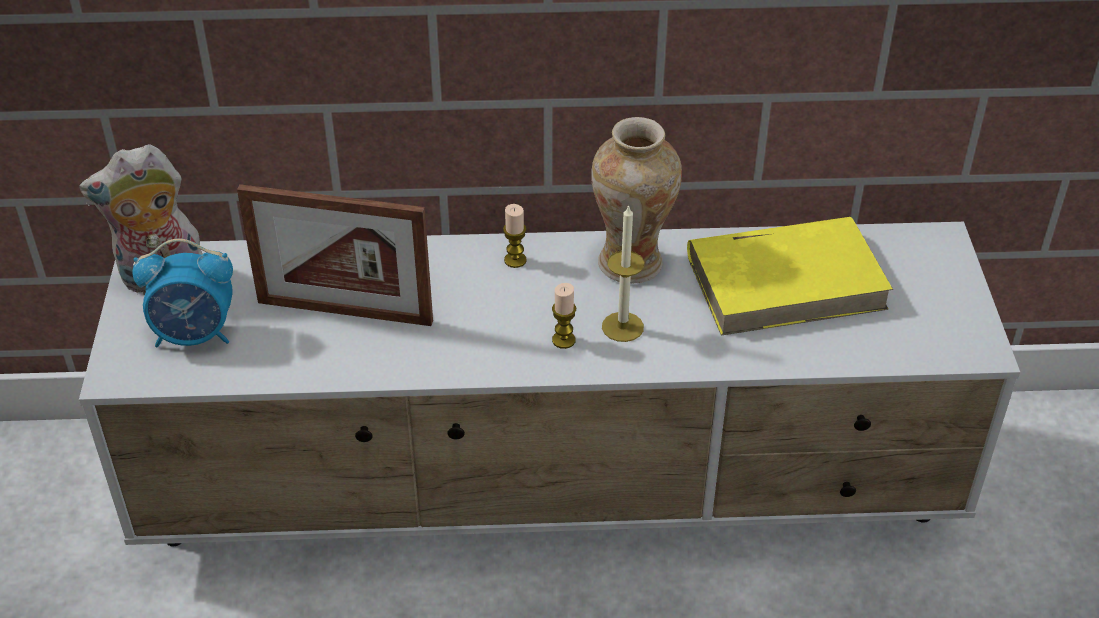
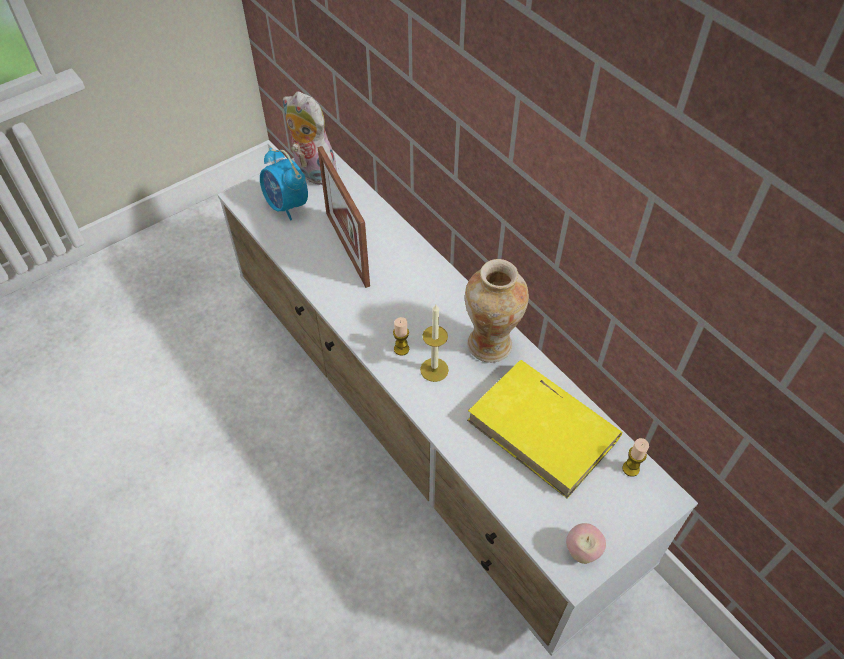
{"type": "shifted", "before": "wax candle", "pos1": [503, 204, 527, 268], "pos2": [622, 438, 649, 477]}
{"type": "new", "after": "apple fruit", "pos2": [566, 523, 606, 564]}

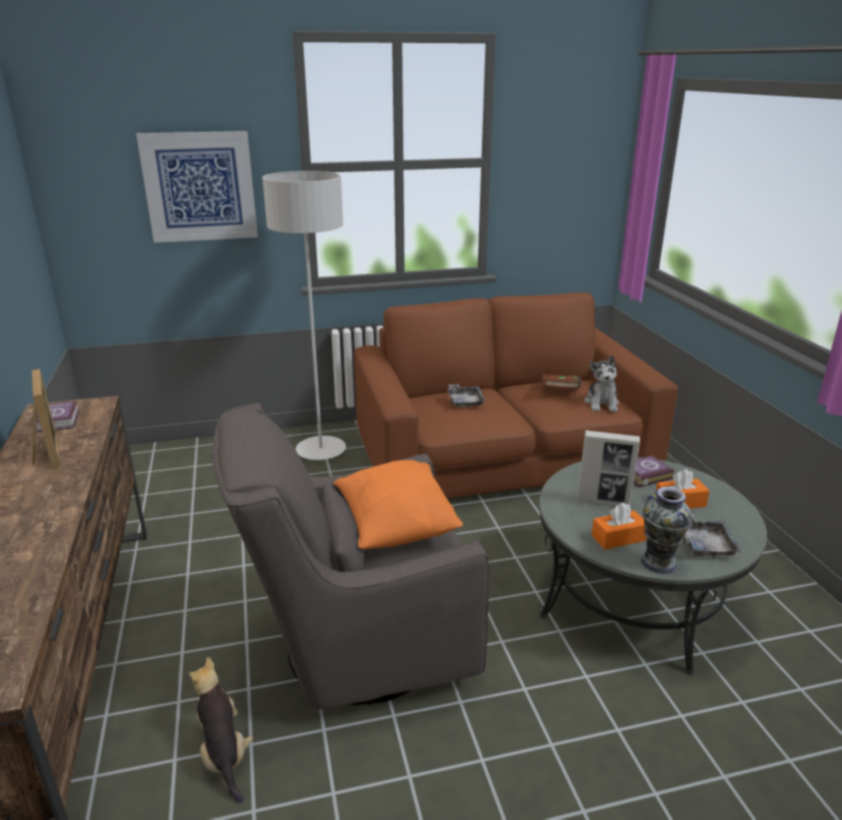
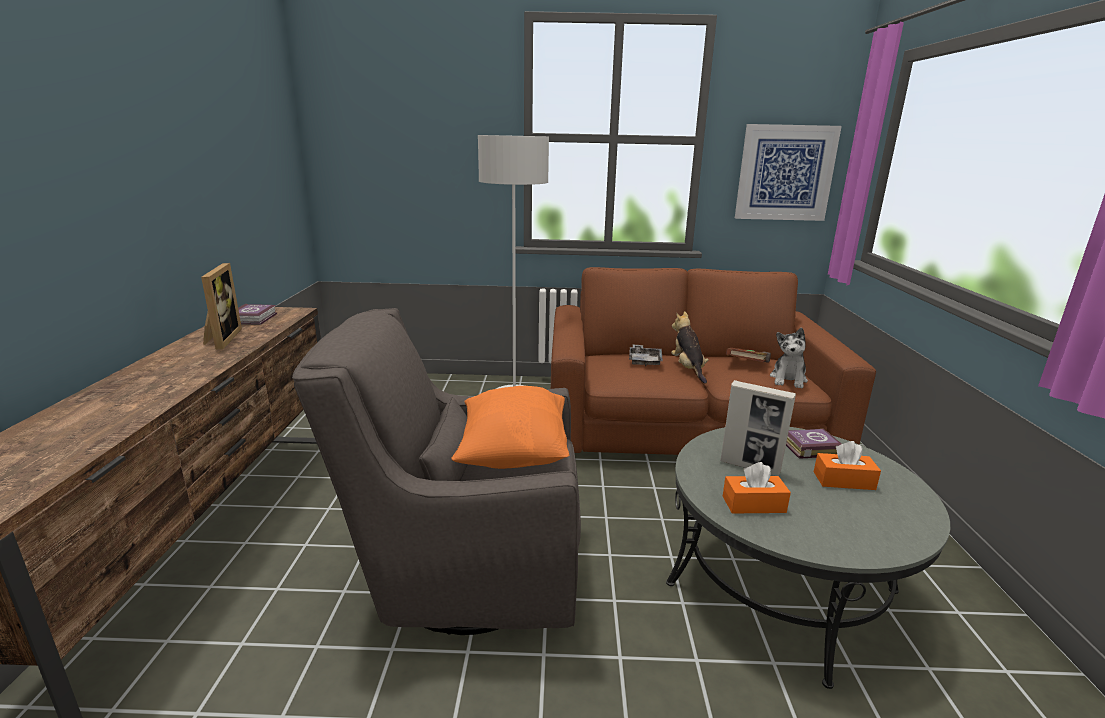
{"type": "shifted", "before": "wall picture", "pos1": [136, 131, 258, 243], "pos2": [735, 124, 842, 221]}
{"type": "shifted", "before": "cuddly toy", "pos1": [189, 657, 253, 803], "pos2": [671, 311, 709, 384]}
{"type": "gone", "before": "decorative vase", "pos1": [641, 487, 692, 574]}
{"type": "gone", "before": "greyish carrying tray", "pos1": [684, 514, 741, 558]}

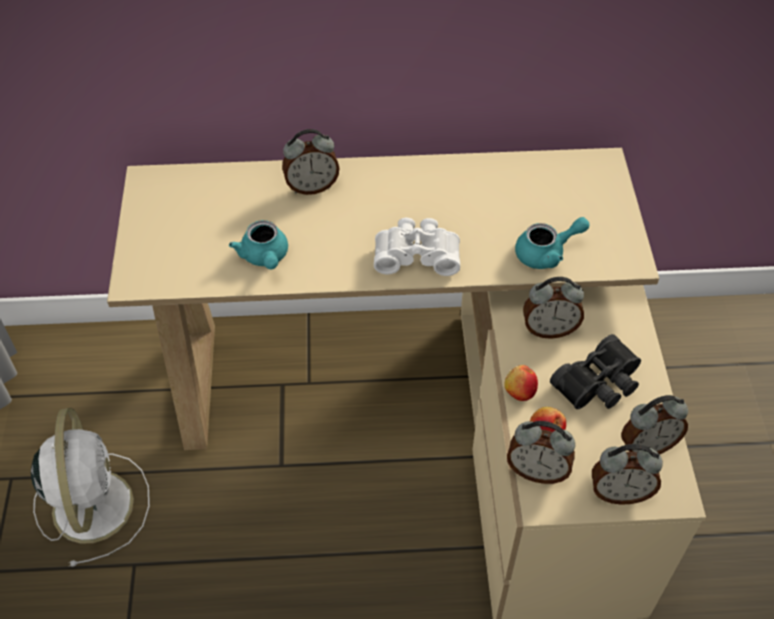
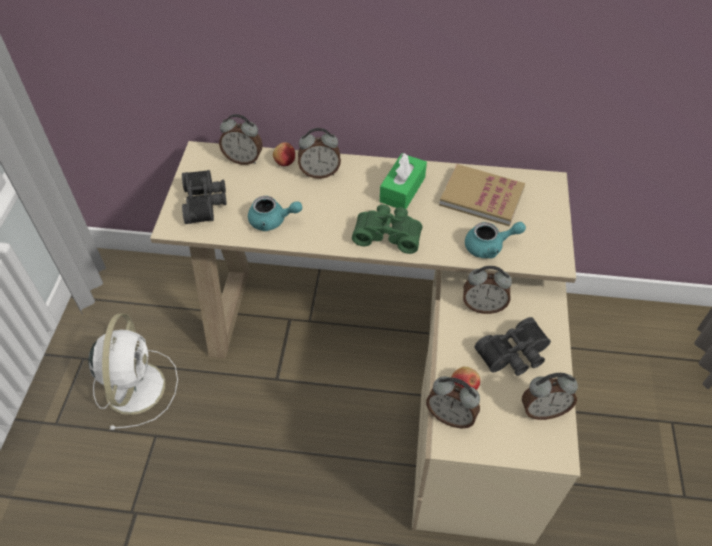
{"type": "rotated", "before": "turquoise-coloured pot for tea", "pos1": [229, 220, 288, 269], "pos2": [248, 196, 302, 231], "turn": -75}
{"type": "repainted", "before": "white binoculars", "after": "greenish binoculars", "pos1": [374, 218, 460, 276], "pos2": [352, 205, 422, 254]}
{"type": "shifted", "before": "apple fruit", "pos1": [504, 365, 538, 401], "pos2": [273, 142, 295, 166]}
{"type": "shifted", "before": "table clock", "pos1": [592, 444, 663, 505], "pos2": [219, 114, 263, 165]}
{"type": "new", "after": "black binoculars", "pos2": [182, 170, 227, 224]}
{"type": "new", "after": "greenish tissue holder", "pos2": [380, 153, 427, 209]}
{"type": "new", "after": "bound book", "pos2": [439, 164, 525, 226]}

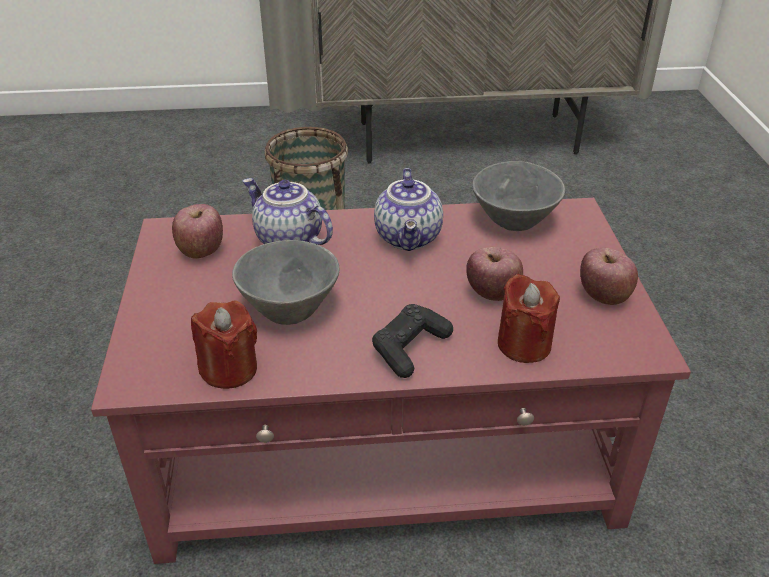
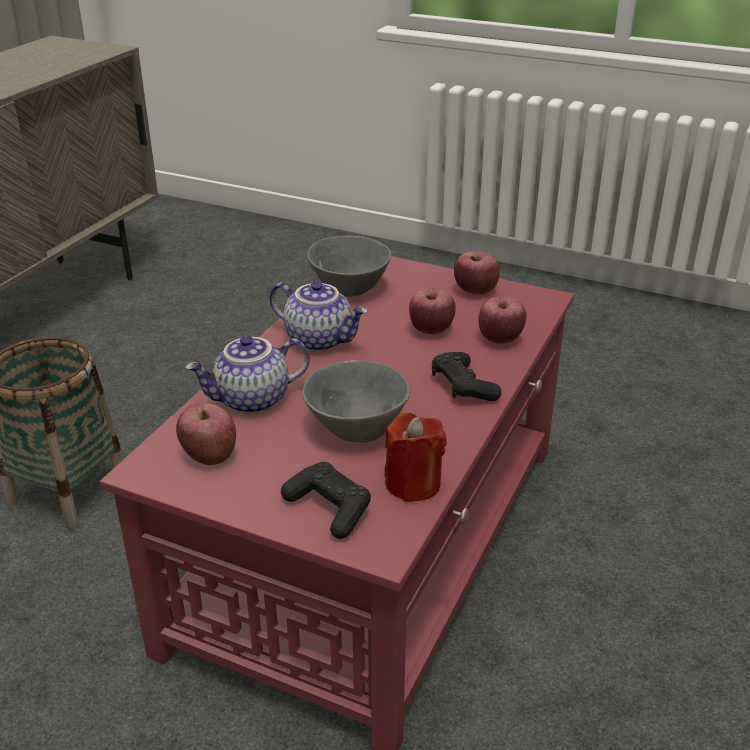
{"type": "swapped", "before": "reddish wax candle", "after": "apple fruit", "pos1": [498, 274, 560, 363], "pos2": [478, 296, 526, 344]}
{"type": "new", "after": "black game controller", "pos2": [281, 462, 371, 539]}

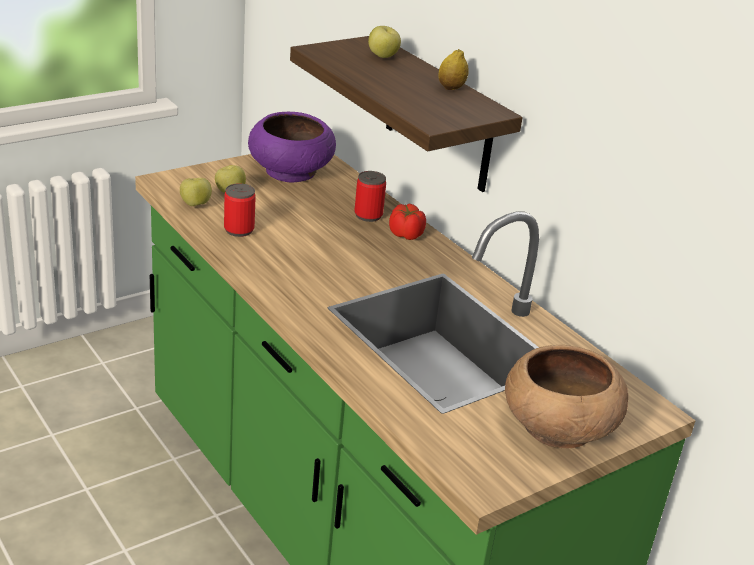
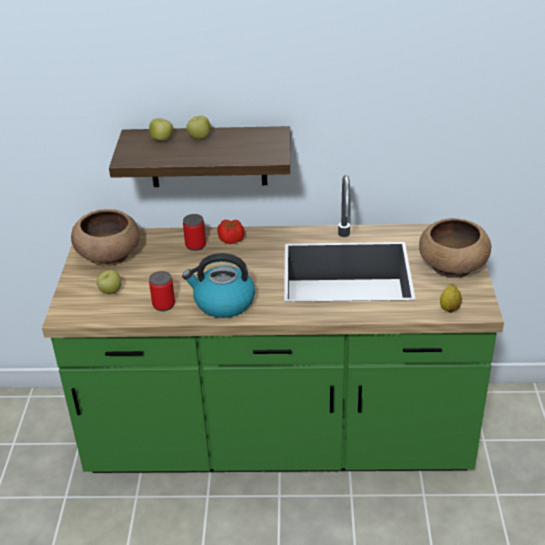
{"type": "shifted", "before": "apple fruit", "pos1": [180, 178, 212, 206], "pos2": [186, 116, 211, 139]}
{"type": "repainted", "before": "purplish bowl", "after": "brown bowl", "pos1": [248, 112, 336, 182], "pos2": [71, 209, 140, 267]}
{"type": "shifted", "before": "citrus fruit", "pos1": [438, 49, 469, 90], "pos2": [440, 284, 462, 313]}
{"type": "new", "after": "kettle", "pos2": [182, 253, 255, 318]}

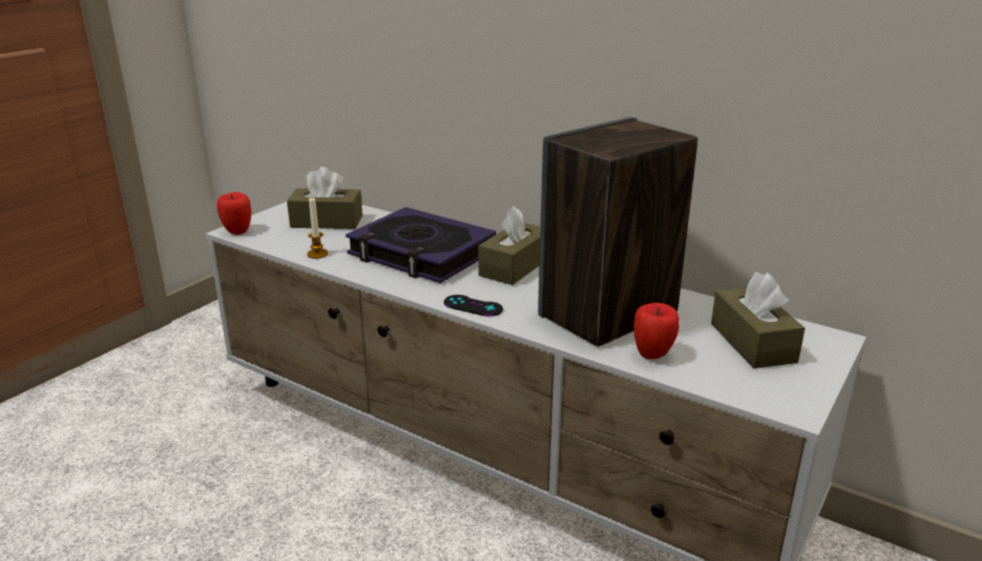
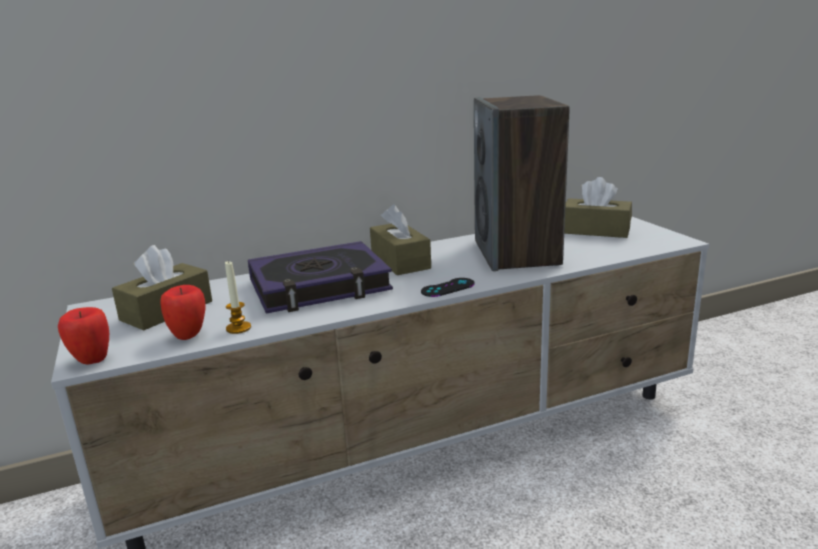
{"type": "shifted", "before": "apple fruit", "pos1": [634, 303, 679, 359], "pos2": [160, 285, 205, 340]}

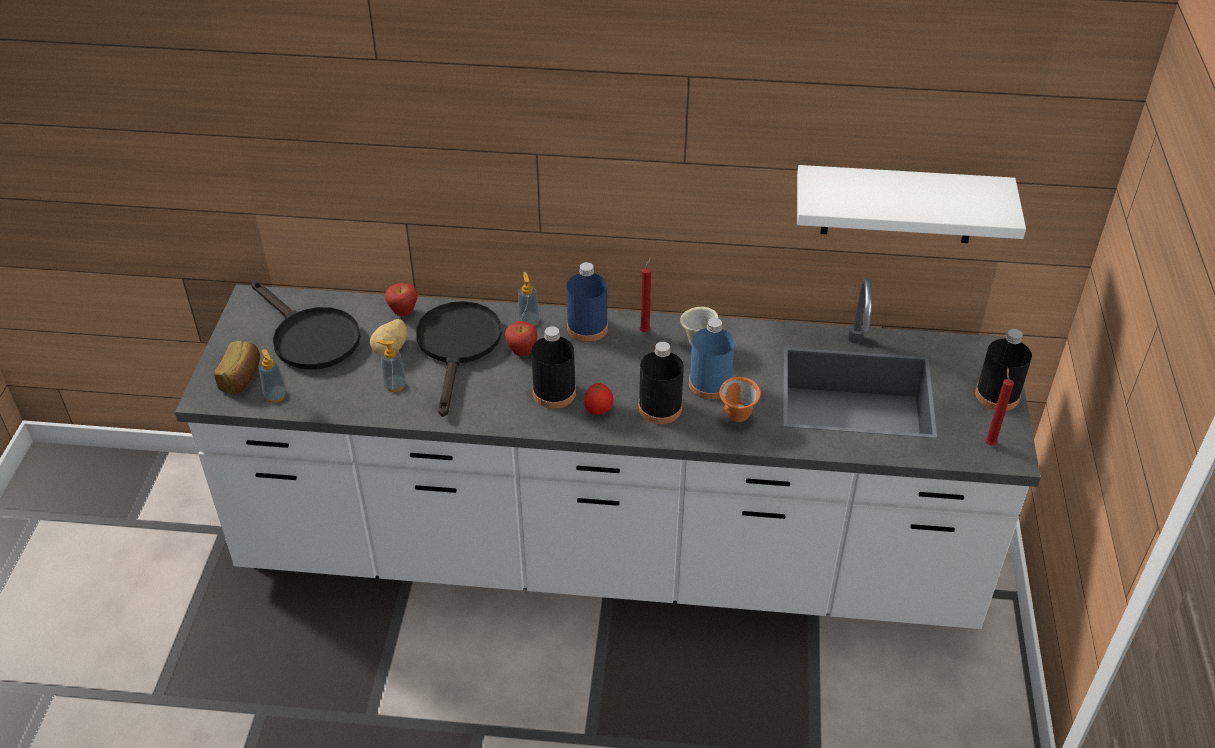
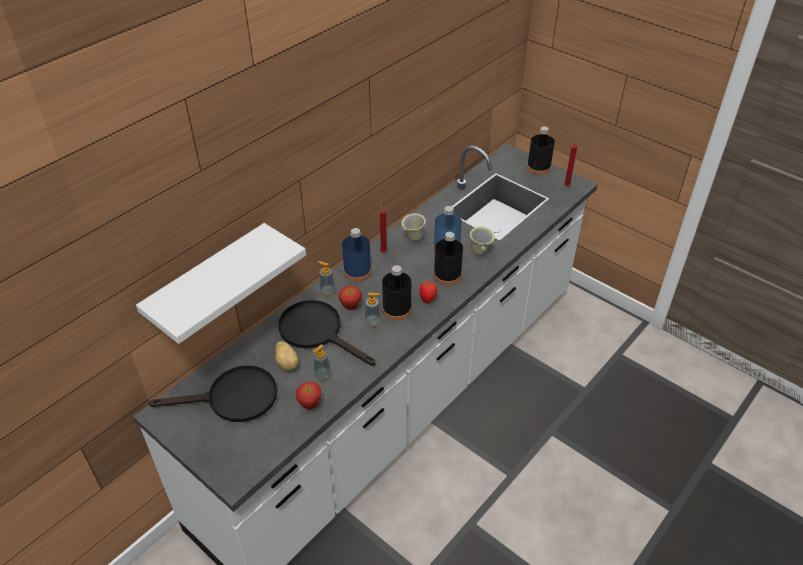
{"type": "gone", "before": "baked bread", "pos1": [214, 341, 260, 394]}
{"type": "shifted", "before": "soap dispenser", "pos1": [258, 349, 287, 403], "pos2": [365, 293, 381, 327]}
{"type": "shifted", "before": "apple fruit", "pos1": [385, 283, 418, 317], "pos2": [296, 382, 321, 409]}
{"type": "repainted", "before": "orangey tea mug", "after": "beige-coloured tea mug", "pos1": [719, 377, 761, 422], "pos2": [470, 227, 495, 255]}
{"type": "shifted", "before": "white shelf", "pos1": [797, 165, 1026, 243], "pos2": [136, 223, 306, 344]}

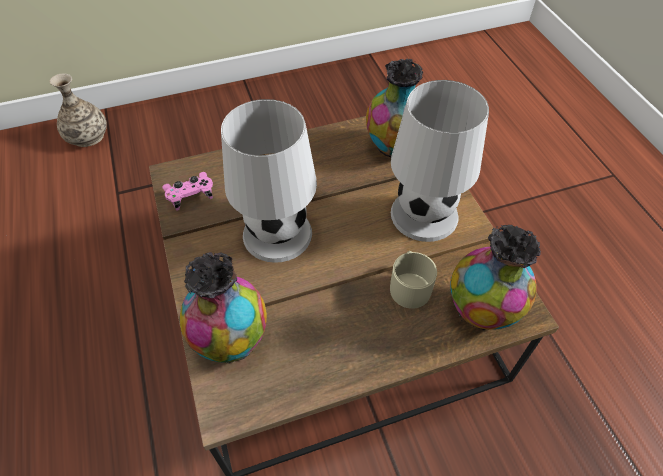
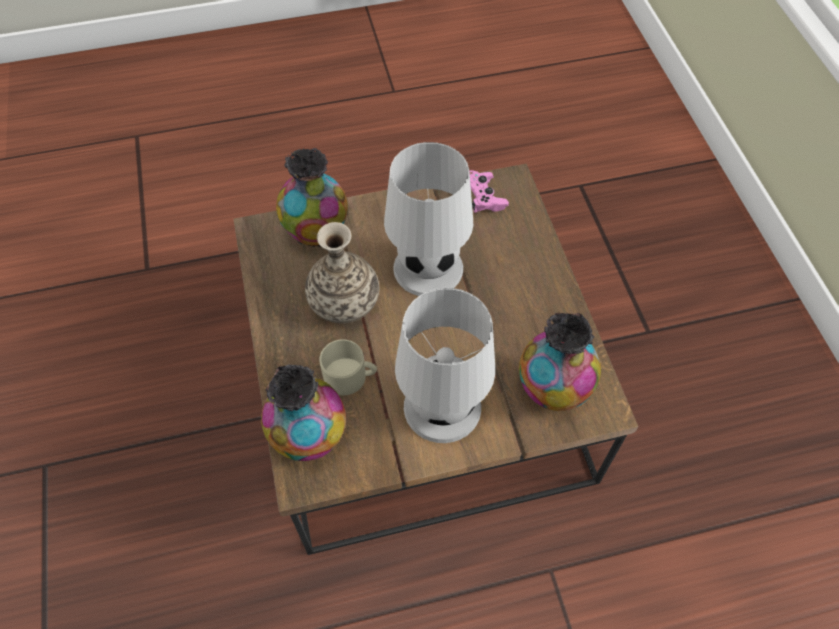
{"type": "shifted", "before": "decorative vase", "pos1": [50, 74, 107, 147], "pos2": [305, 222, 379, 323]}

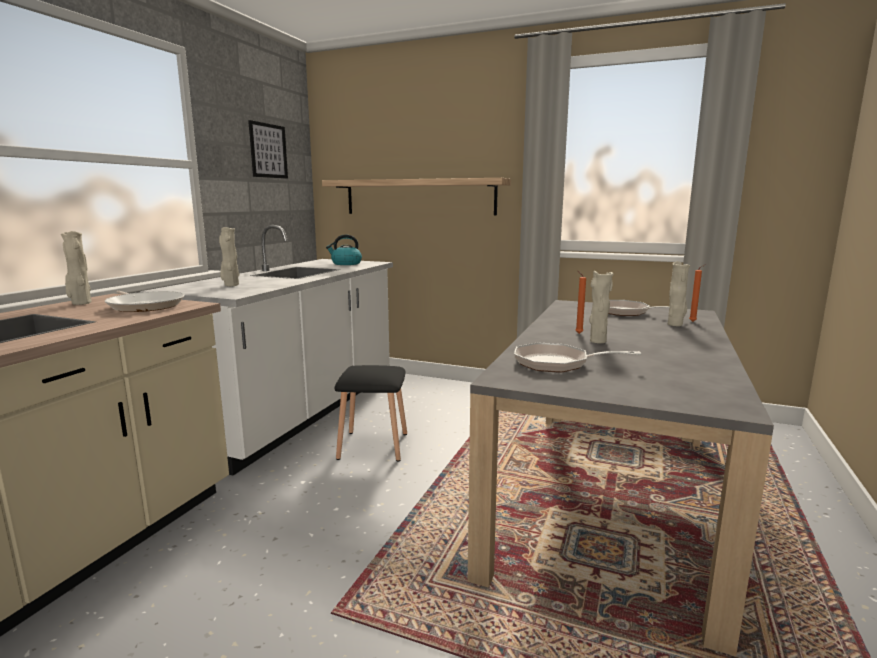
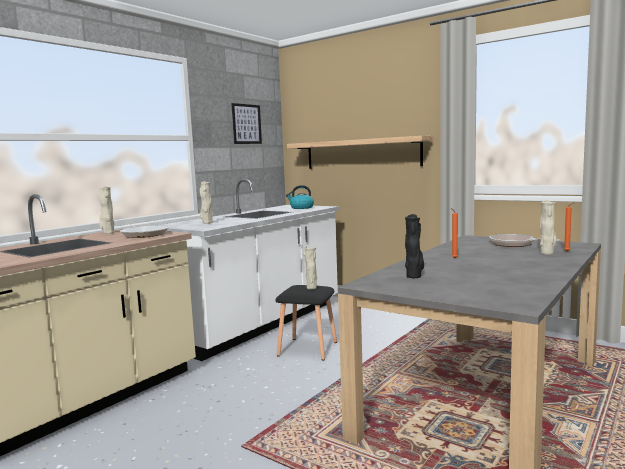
{"type": "swapped", "before": "frying pan", "after": "black decorative vase", "pos1": [514, 342, 641, 373], "pos2": [405, 214, 424, 278]}
{"type": "shifted", "before": "beige-coloured decorative vase", "pos1": [589, 271, 614, 343], "pos2": [303, 246, 317, 290]}

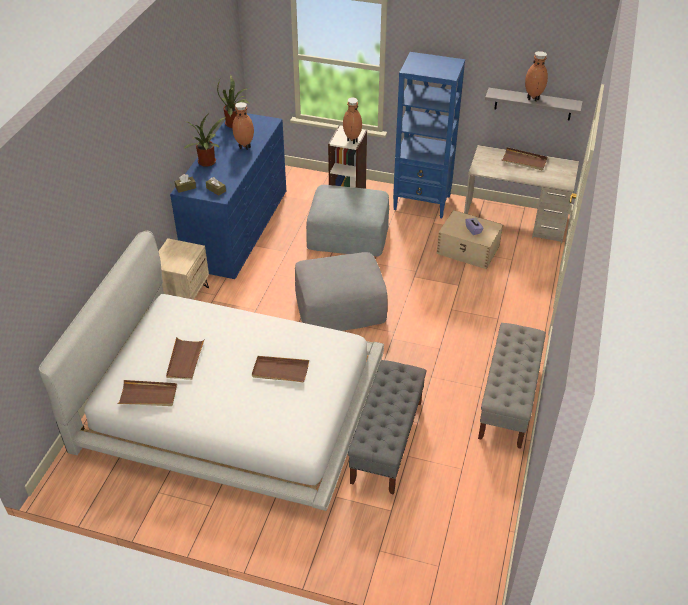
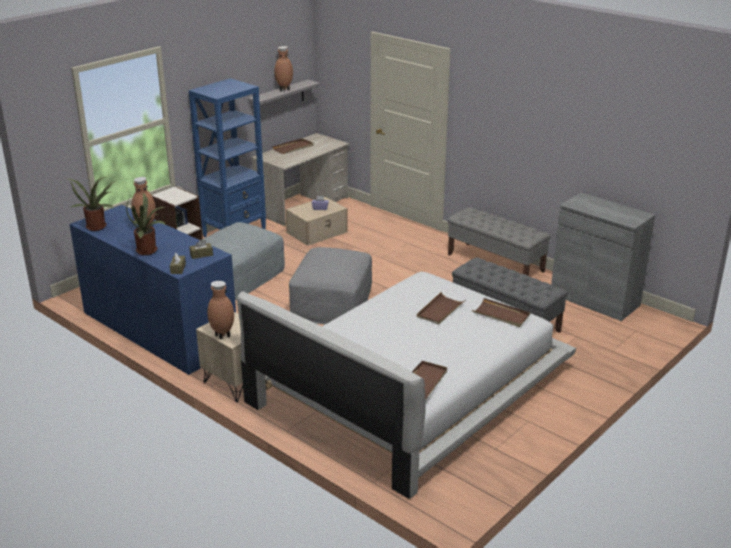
{"type": "shifted", "before": "brown carrying tray", "pos1": [166, 337, 205, 380], "pos2": [472, 298, 530, 327]}
{"type": "shifted", "before": "brown decorative vase", "pos1": [343, 97, 362, 144], "pos2": [207, 281, 234, 339]}
{"type": "new", "after": "greyish cabinet", "pos2": [551, 193, 655, 321]}

